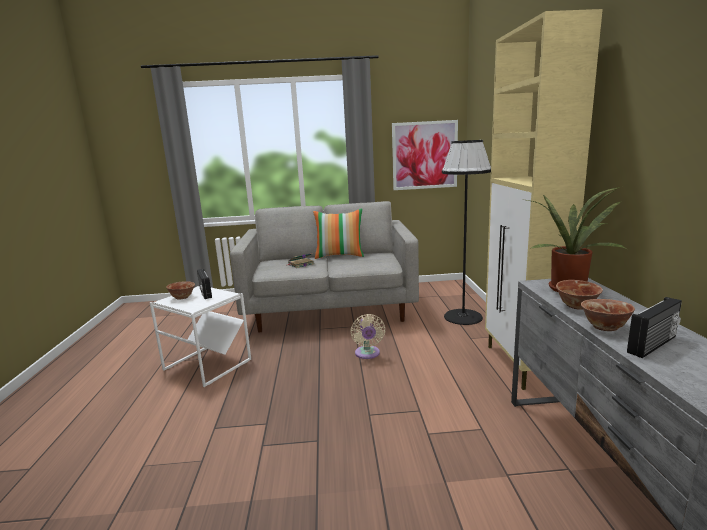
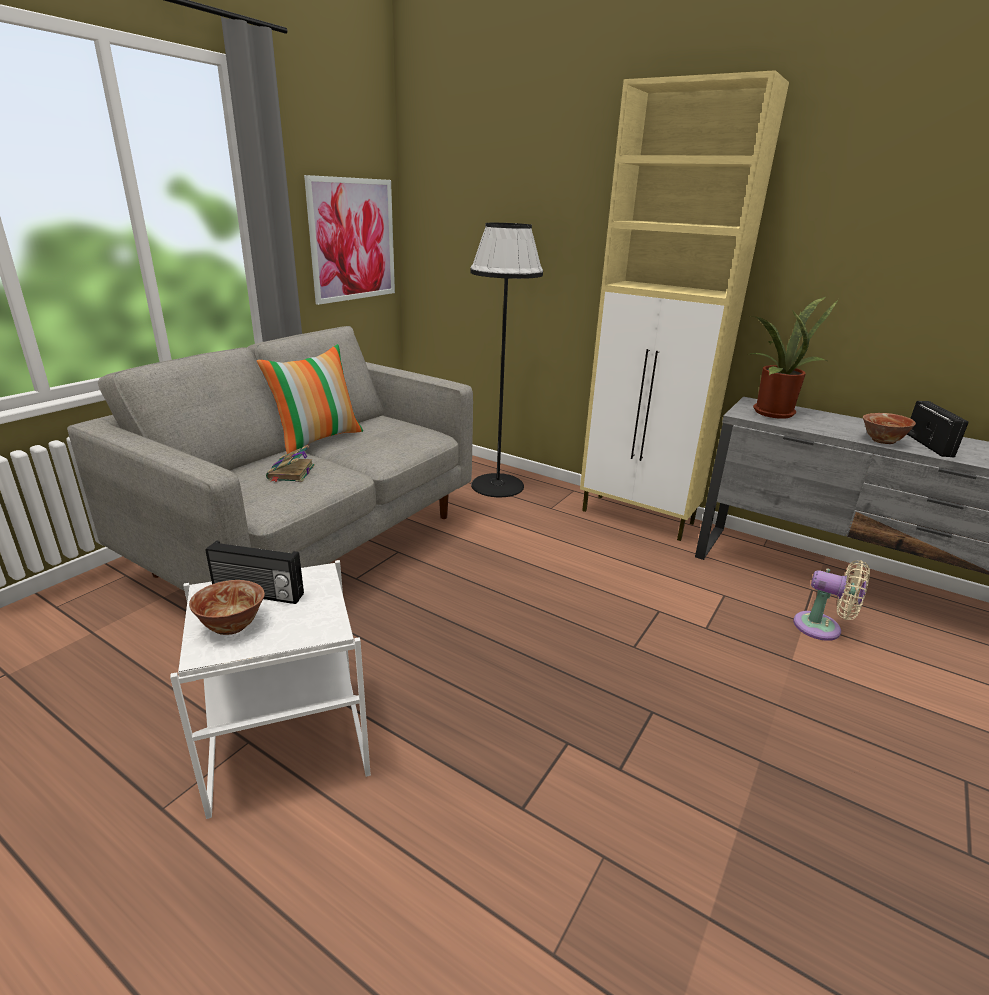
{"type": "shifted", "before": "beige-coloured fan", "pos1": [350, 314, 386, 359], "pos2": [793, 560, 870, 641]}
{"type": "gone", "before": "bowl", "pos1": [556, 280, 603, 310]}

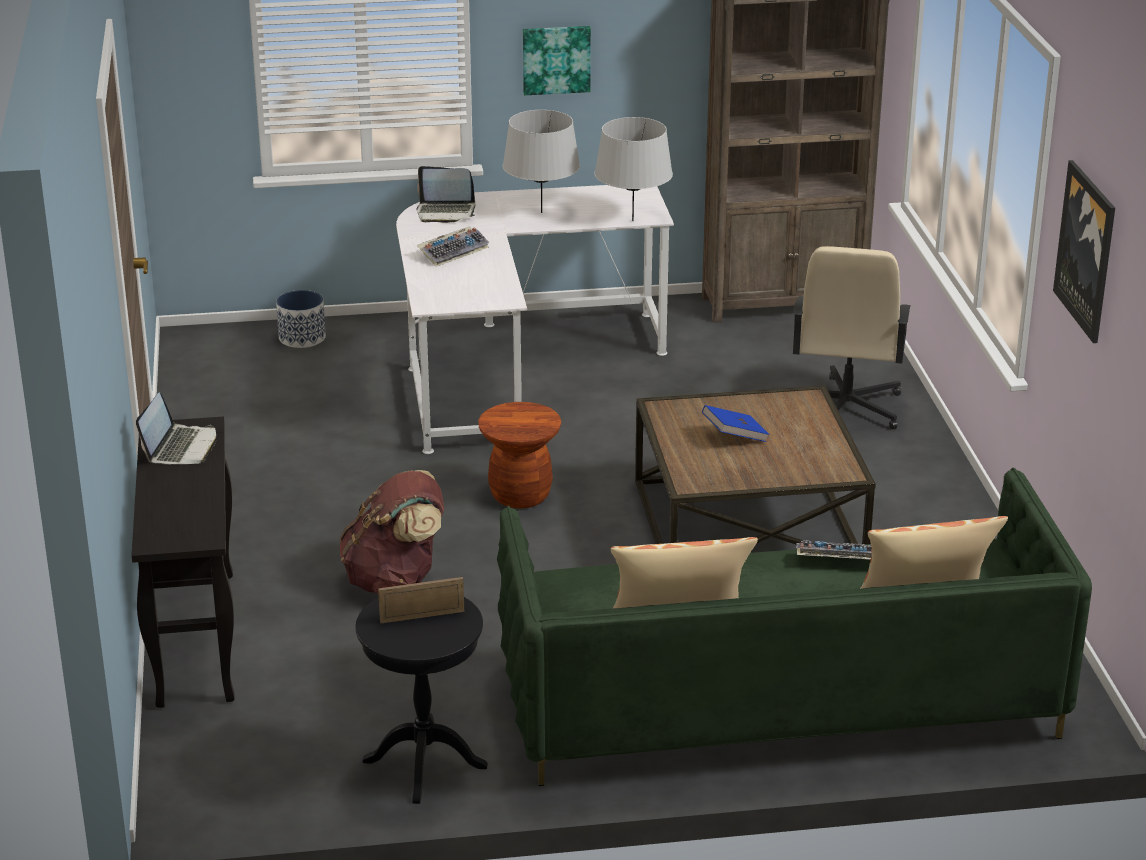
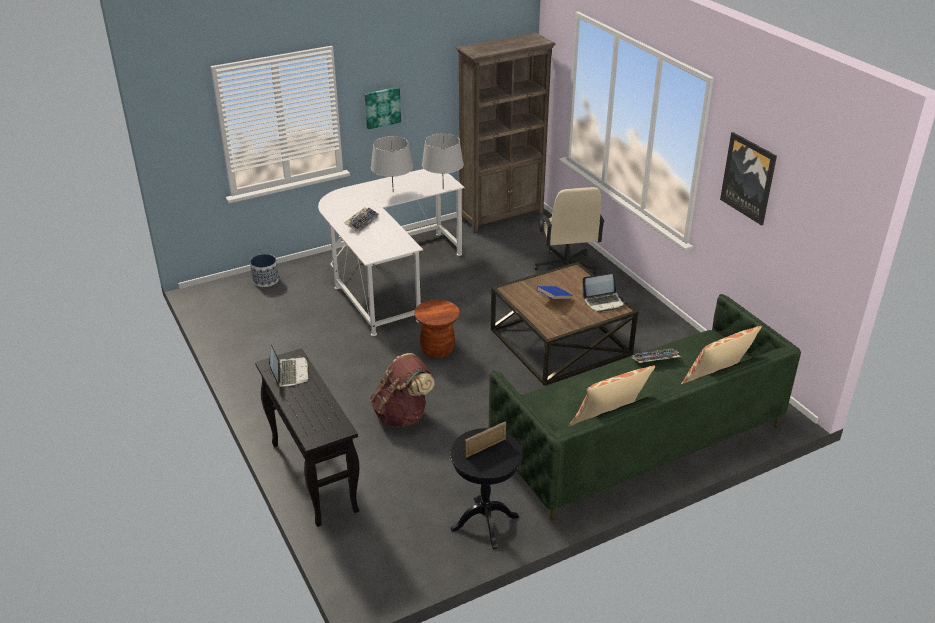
{"type": "shifted", "before": "portable computer", "pos1": [416, 166, 476, 223], "pos2": [582, 274, 625, 313]}

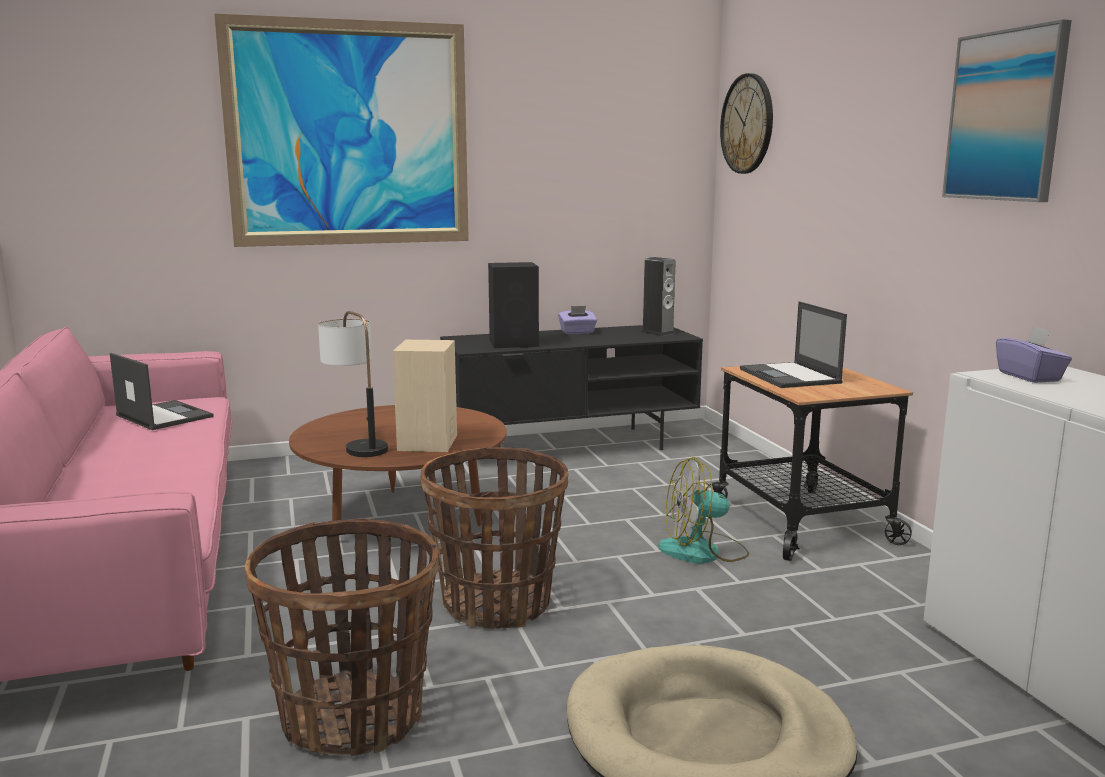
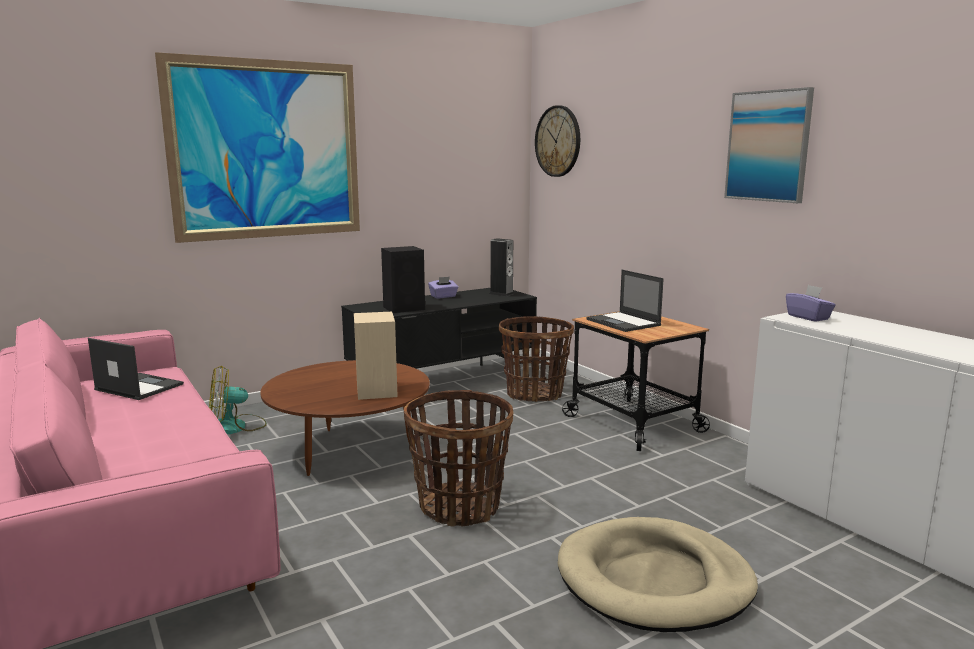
{"type": "shifted", "before": "basket", "pos1": [245, 519, 439, 756], "pos2": [499, 316, 574, 402]}
{"type": "gone", "before": "table lamp", "pos1": [318, 311, 388, 457]}
{"type": "shifted", "before": "fan", "pos1": [658, 457, 749, 564], "pos2": [209, 365, 267, 434]}

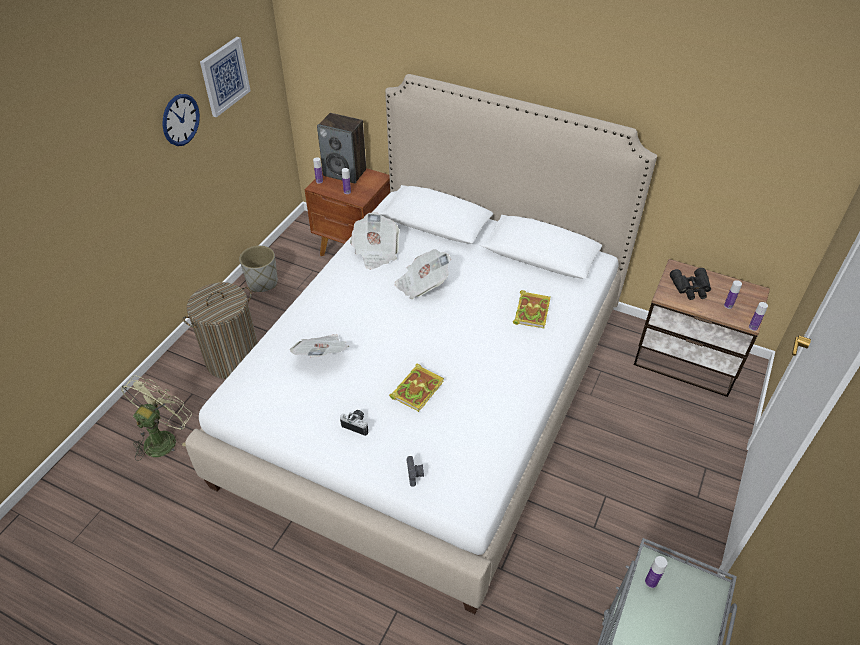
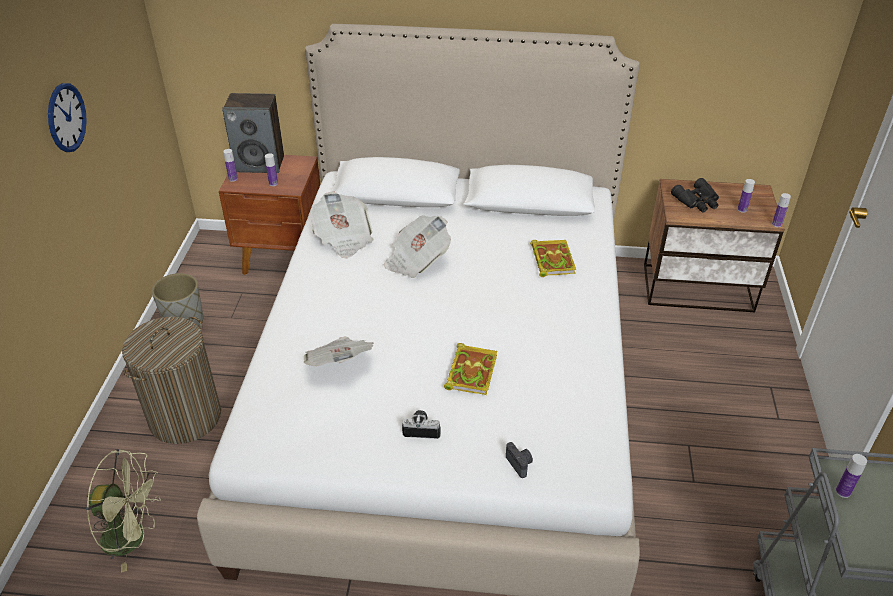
{"type": "rotated", "before": "greenish fan", "pos1": [121, 376, 192, 461], "pos2": [86, 449, 161, 573], "turn": 90}
{"type": "gone", "before": "wall picture", "pos1": [200, 37, 251, 117]}

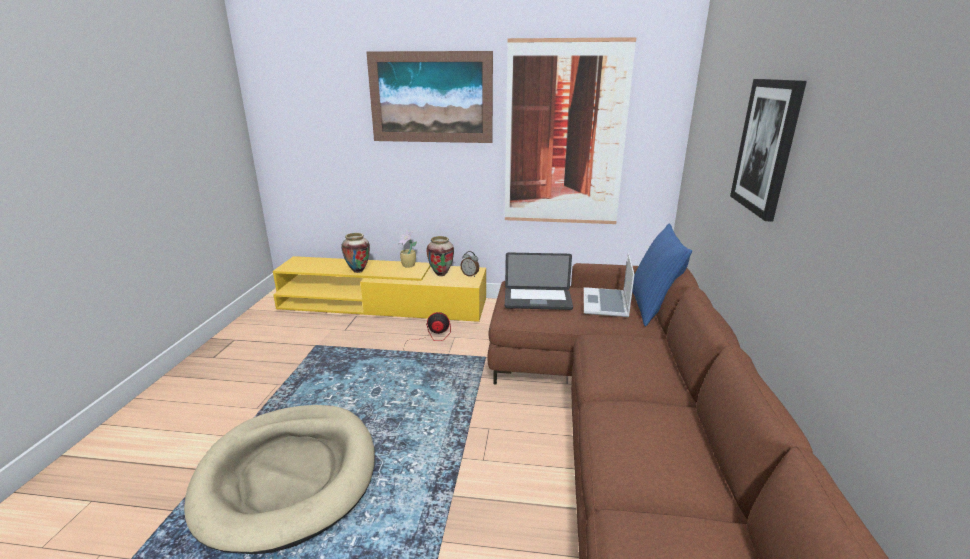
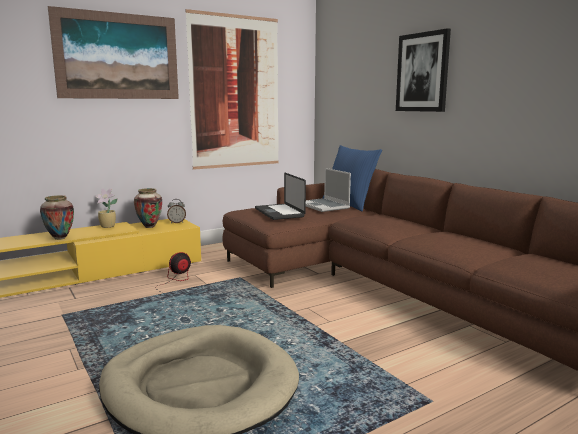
{"type": "rotated", "before": "portable computer", "pos1": [505, 252, 573, 310], "pos2": [255, 173, 306, 220], "turn": 105}

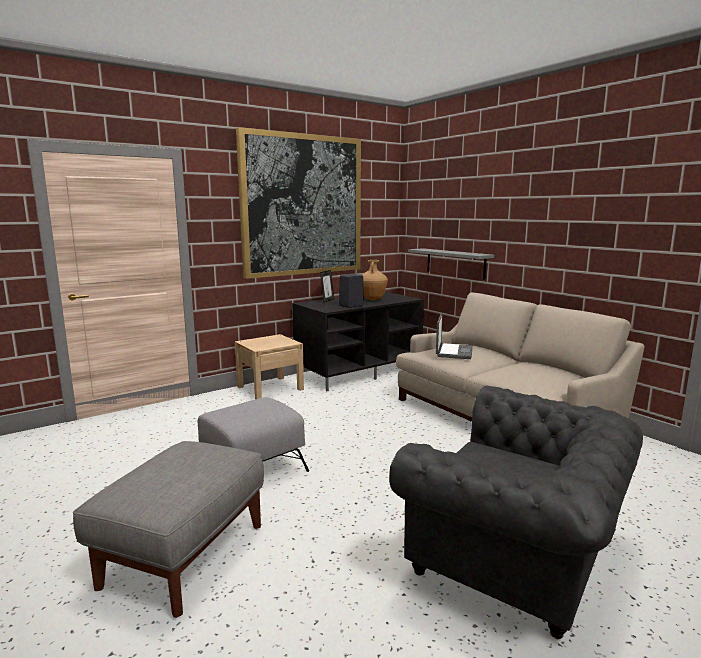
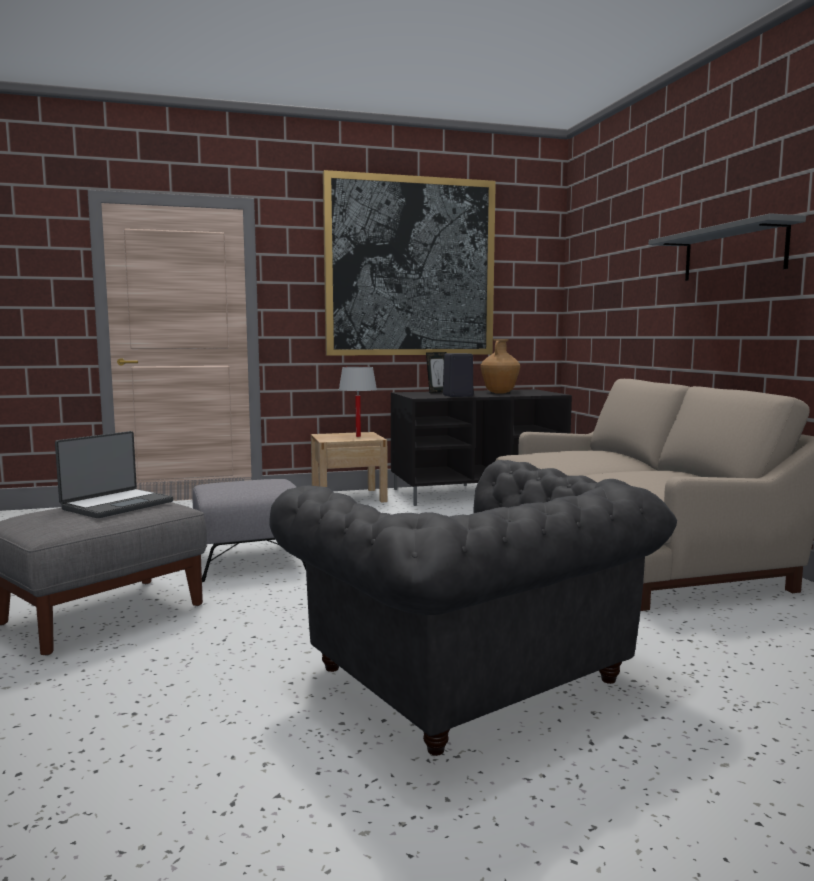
{"type": "shifted", "before": "greyish shelf", "pos1": [408, 248, 494, 280], "pos2": [649, 213, 806, 281]}
{"type": "shifted", "before": "portable computer", "pos1": [436, 313, 473, 359], "pos2": [55, 431, 174, 518]}
{"type": "new", "after": "white table lamp", "pos2": [339, 367, 377, 437]}

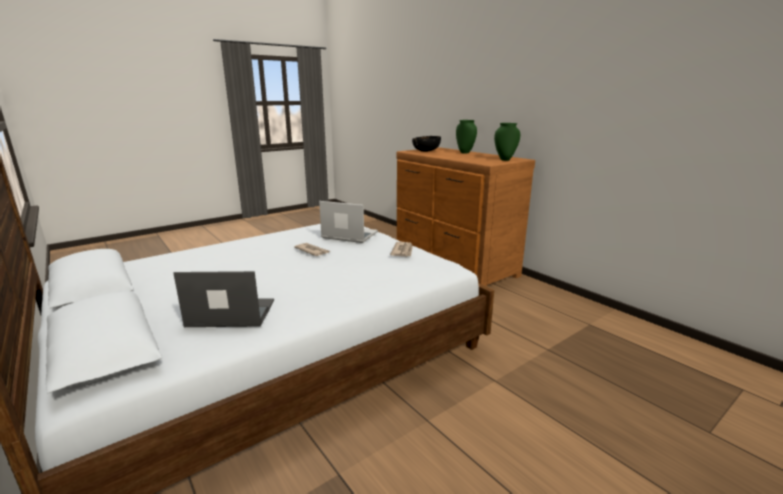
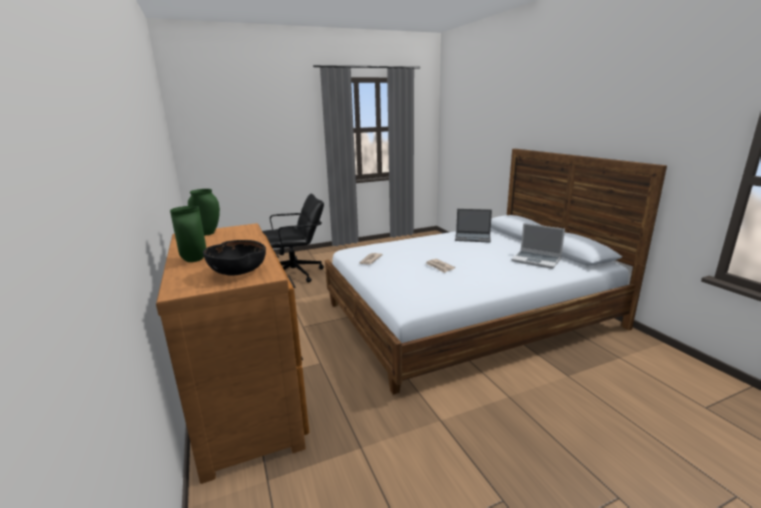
{"type": "shifted", "before": "portable computer", "pos1": [319, 201, 378, 243], "pos2": [511, 223, 565, 269]}
{"type": "new", "after": "black desk chair", "pos2": [262, 194, 324, 283]}

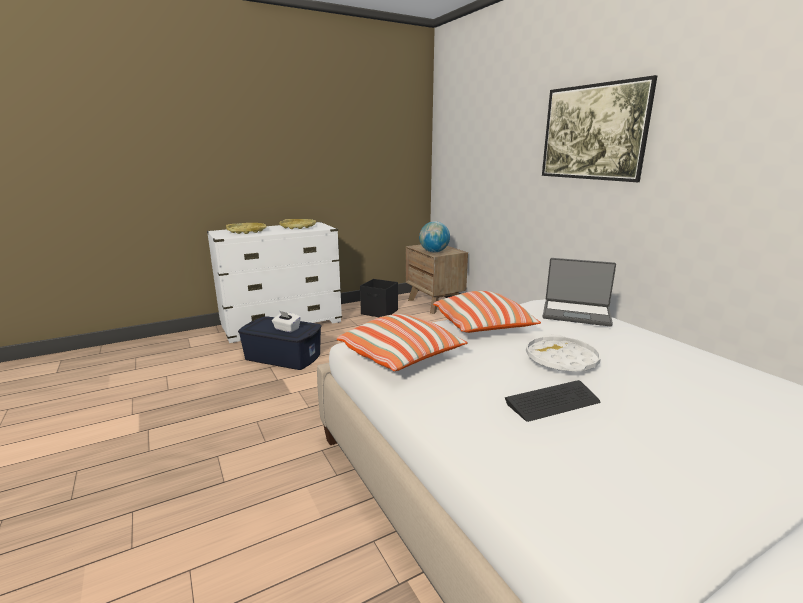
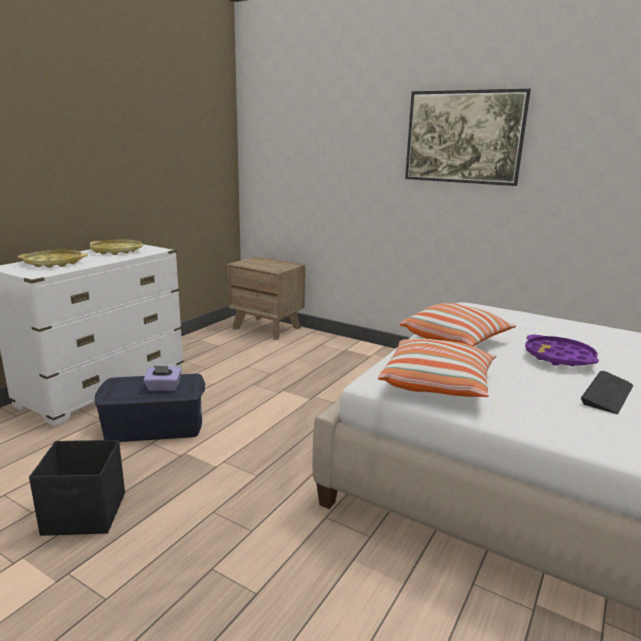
{"type": "repainted", "before": "white tissue holder", "after": "purplish tissue holder", "pos1": [272, 311, 301, 332], "pos2": [143, 365, 182, 391]}
{"type": "shifted", "before": "black storage bin", "pos1": [360, 279, 398, 317], "pos2": [29, 440, 125, 536]}
{"type": "gone", "before": "desk globe", "pos1": [419, 221, 450, 253]}
{"type": "repainted", "before": "white carrying tray", "after": "purplish carrying tray", "pos1": [526, 334, 601, 371], "pos2": [525, 335, 599, 366]}
{"type": "gone", "before": "portable computer", "pos1": [542, 258, 616, 326]}

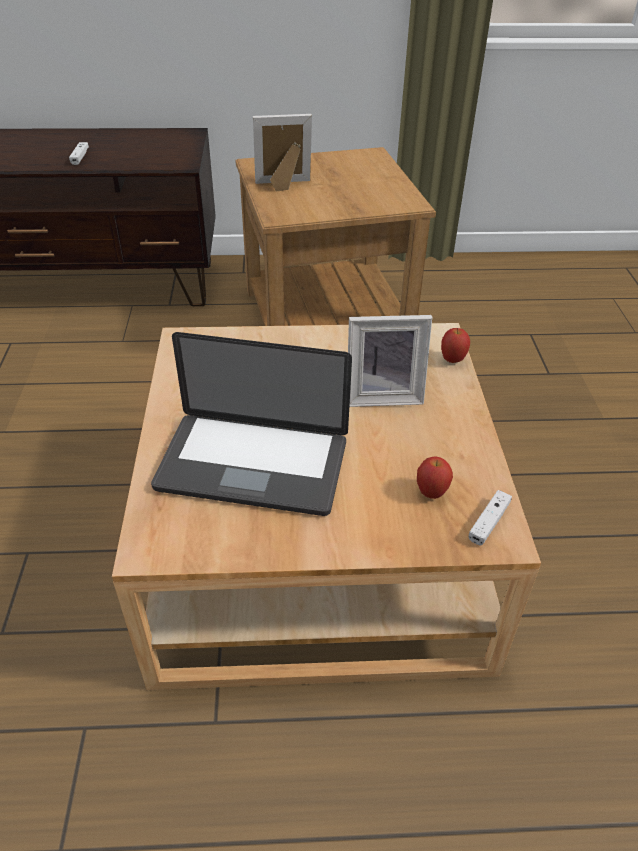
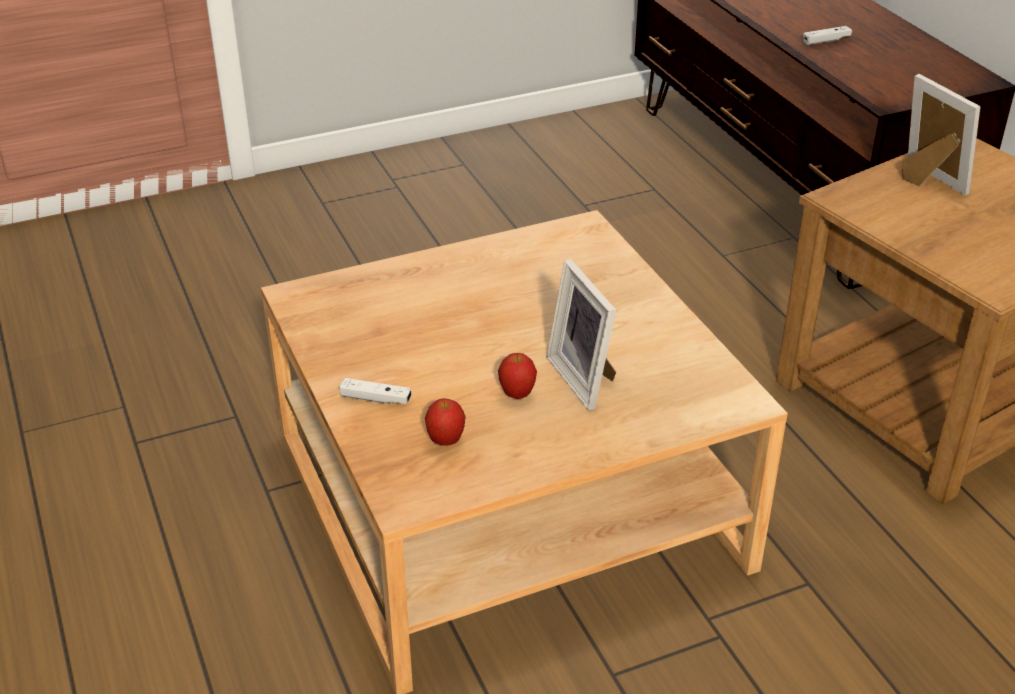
{"type": "gone", "before": "portable computer", "pos1": [151, 332, 352, 516]}
{"type": "shifted", "before": "apple fruit", "pos1": [441, 328, 470, 363], "pos2": [498, 353, 537, 399]}
{"type": "shifted", "before": "white game controller", "pos1": [468, 490, 512, 546], "pos2": [339, 378, 411, 404]}

